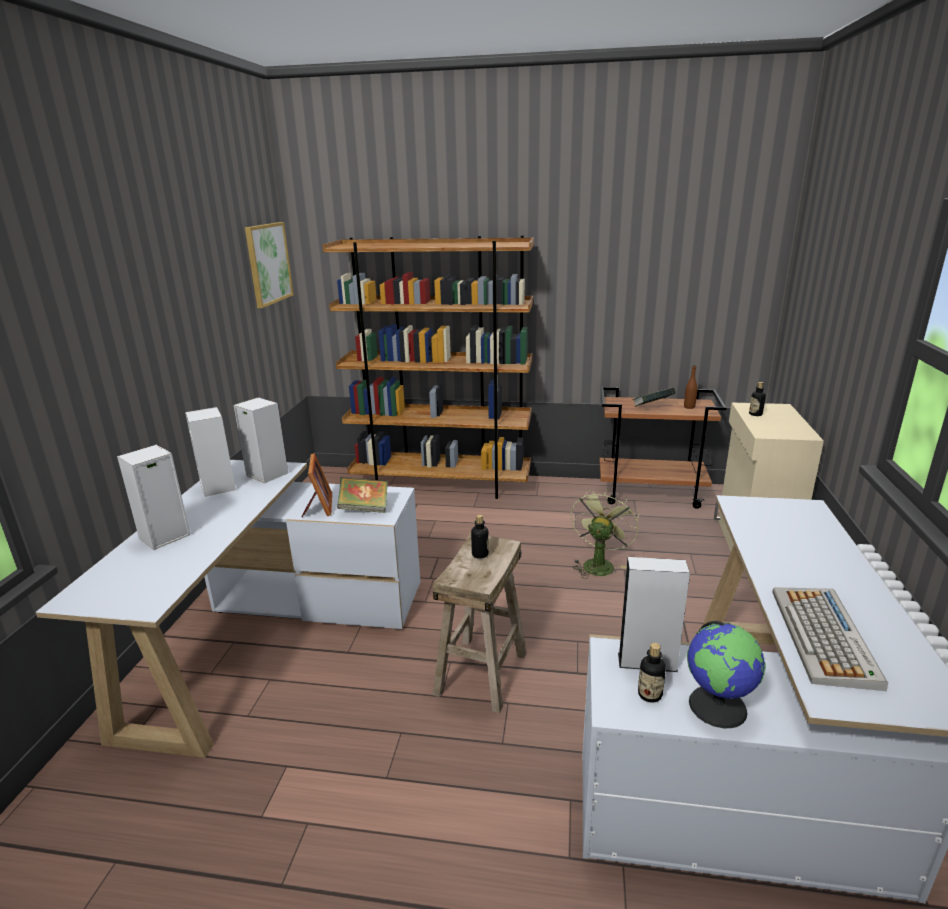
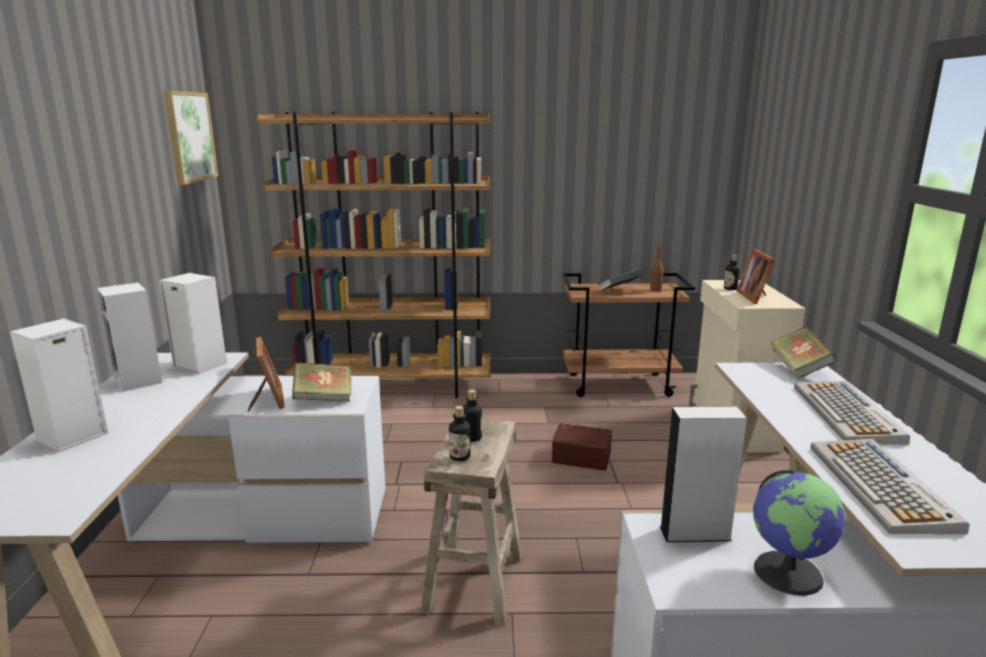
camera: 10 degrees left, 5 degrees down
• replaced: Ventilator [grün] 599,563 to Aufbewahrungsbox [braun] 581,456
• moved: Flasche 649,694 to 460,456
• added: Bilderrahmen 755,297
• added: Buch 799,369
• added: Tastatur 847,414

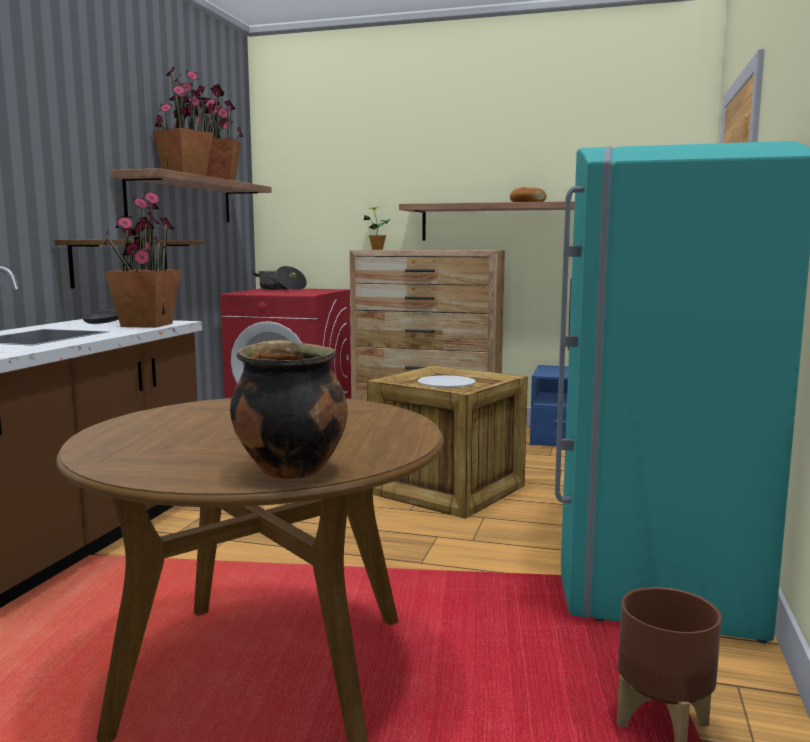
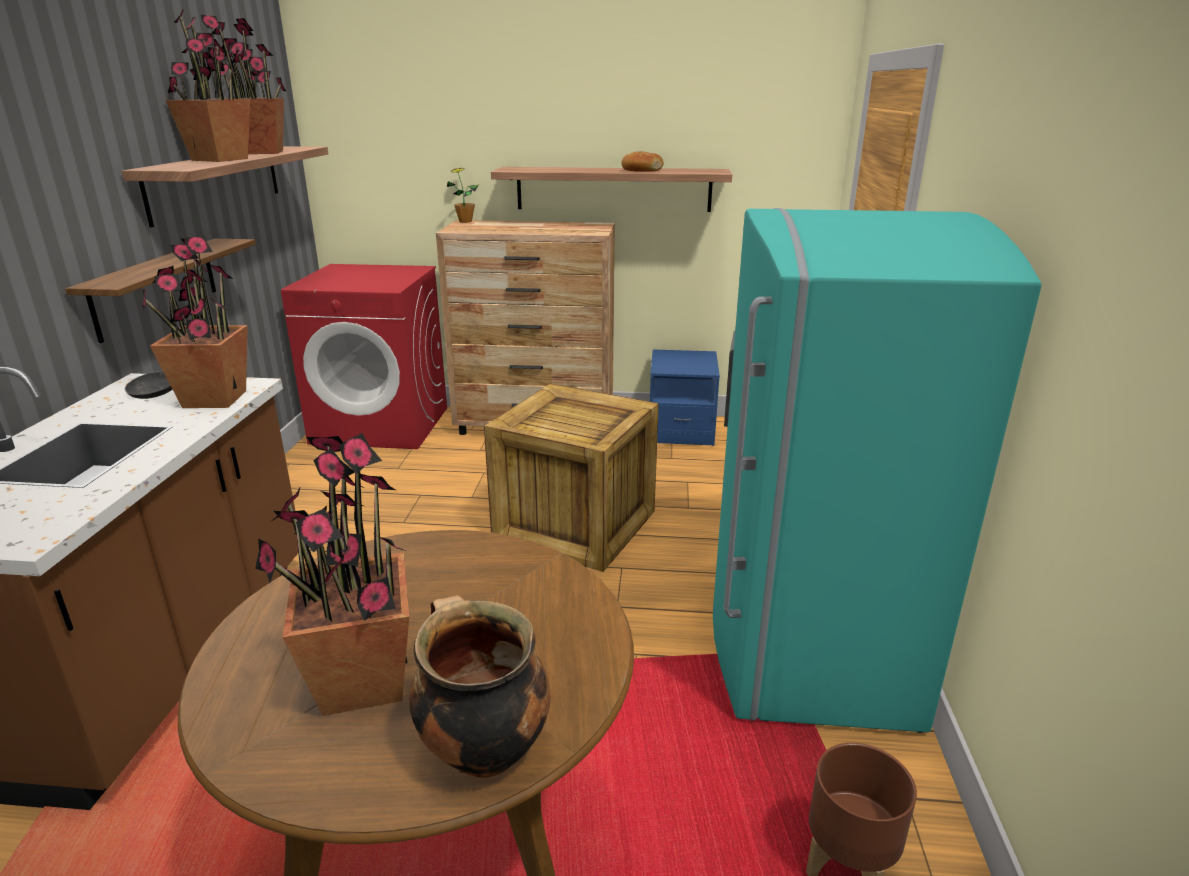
camera: 10 degrees left, 15 degrees up
• removed: Kochtopf 281,289
• removed: Teller [weiß] 446,383
• added: Topfpflanze 361,683

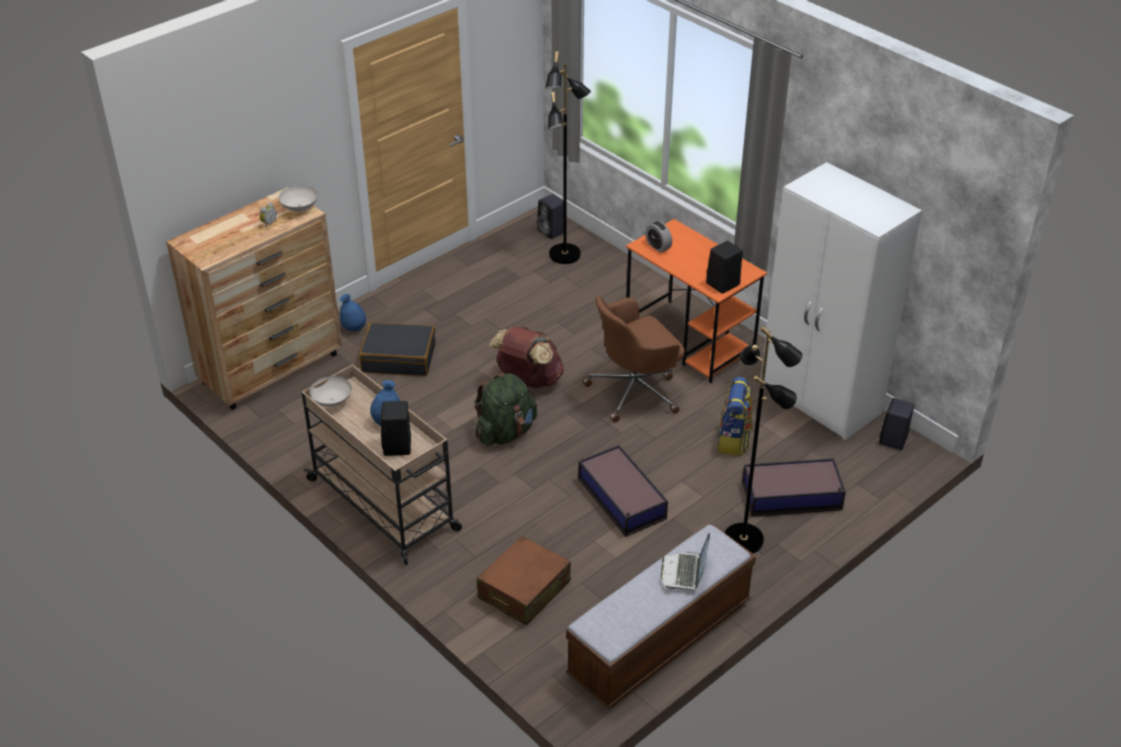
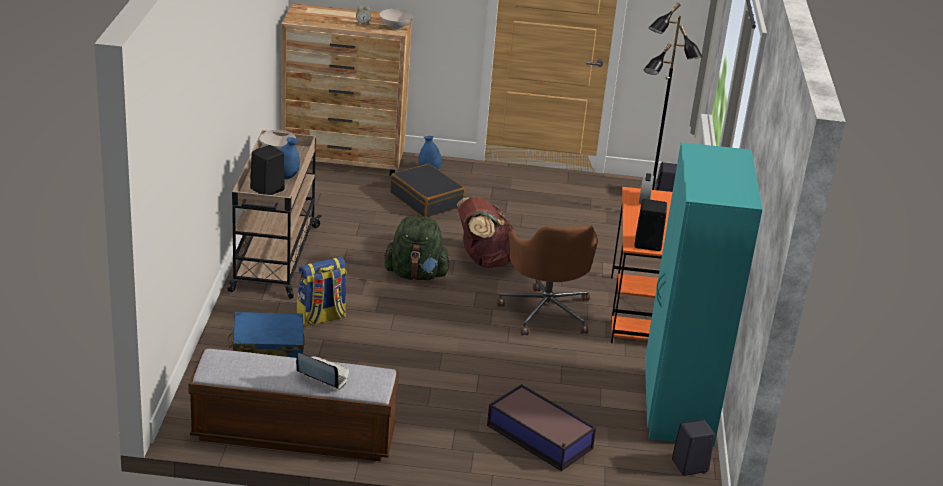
camera: 45 degrees right, 10 degrees down
• recoloured: Kleiderschrank [weiß] 820,401 to Kleiderschrank [türkis] 676,407
• turned: Bürostuhl [braun] 635,391 = 546,311 120 degrees counterclockwise
• removed: Stehlampe [schwarz] 744,539
• moved: Rucksack 733,440 to 321,318
• removed: Aufbewahrungsbox 622,499
• turned: Laptop 684,572 = 323,376 60 degrees clockwise
• recoloured: Koffer [braun] 524,590 to Koffer [blau] 267,351

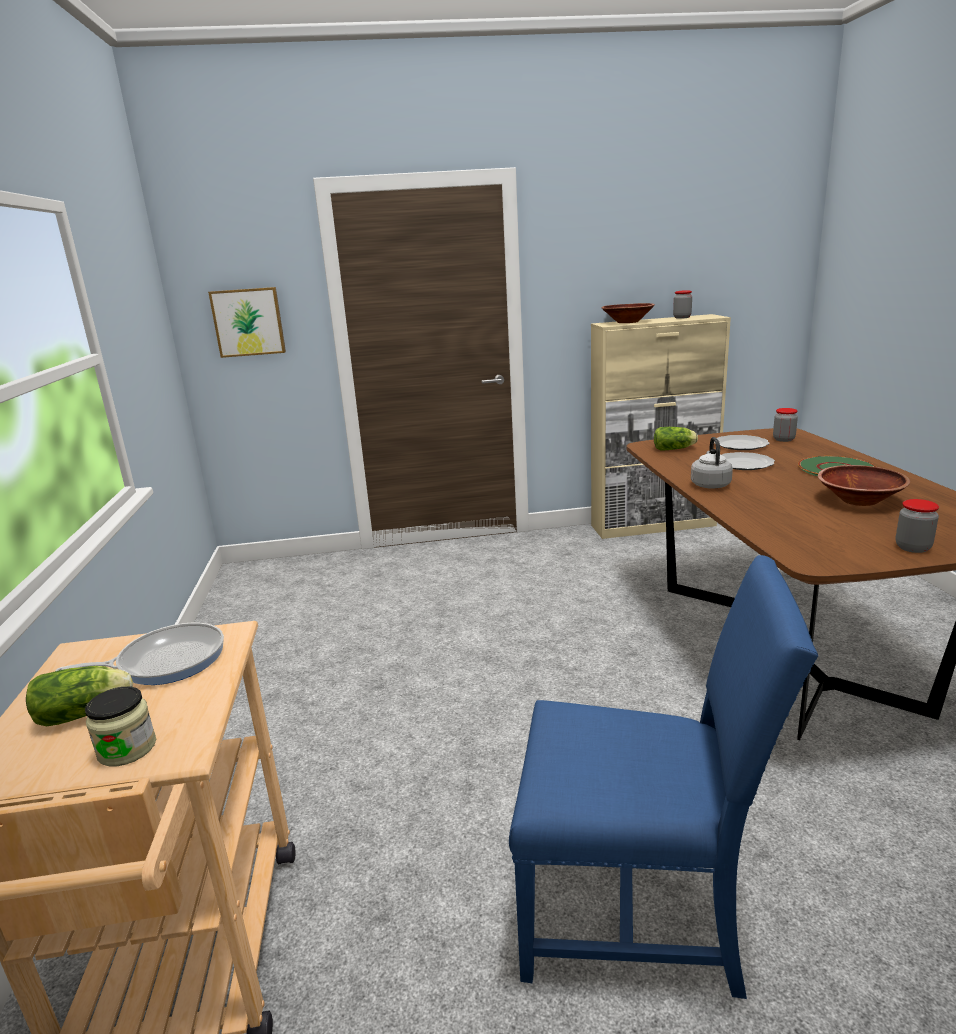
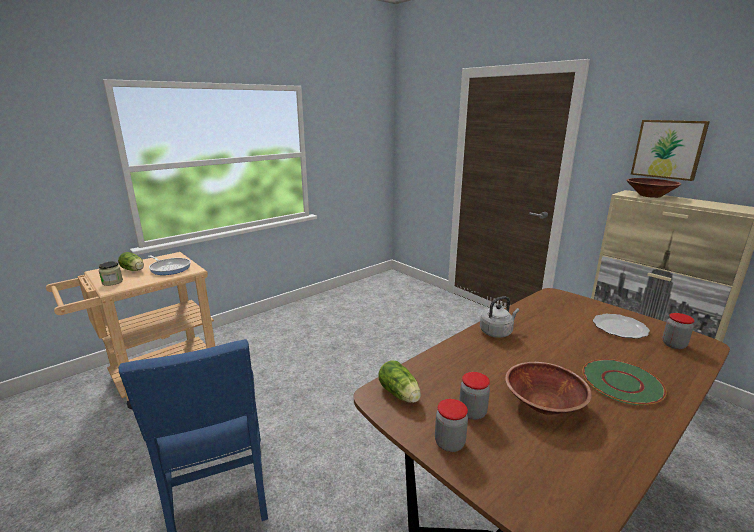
camera: 55 degrees right, 0 degrees up
• moved: Bild 248,322 to 668,149
• moved: Vorratsglas 682,317 to 472,412
• moved: Salatkopf 675,449 to 400,394
• removed: Teller 742,464

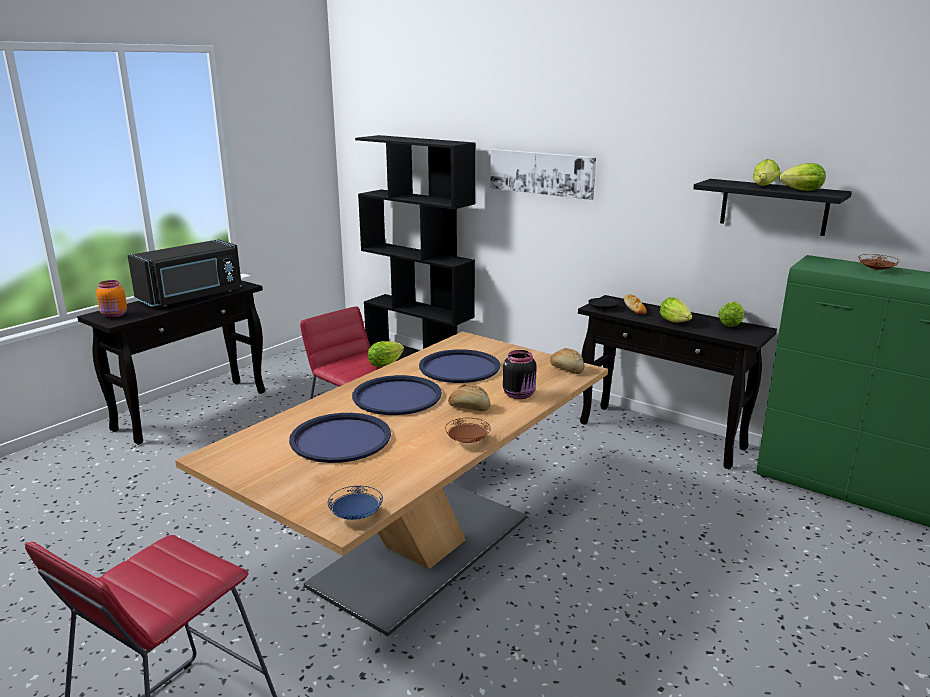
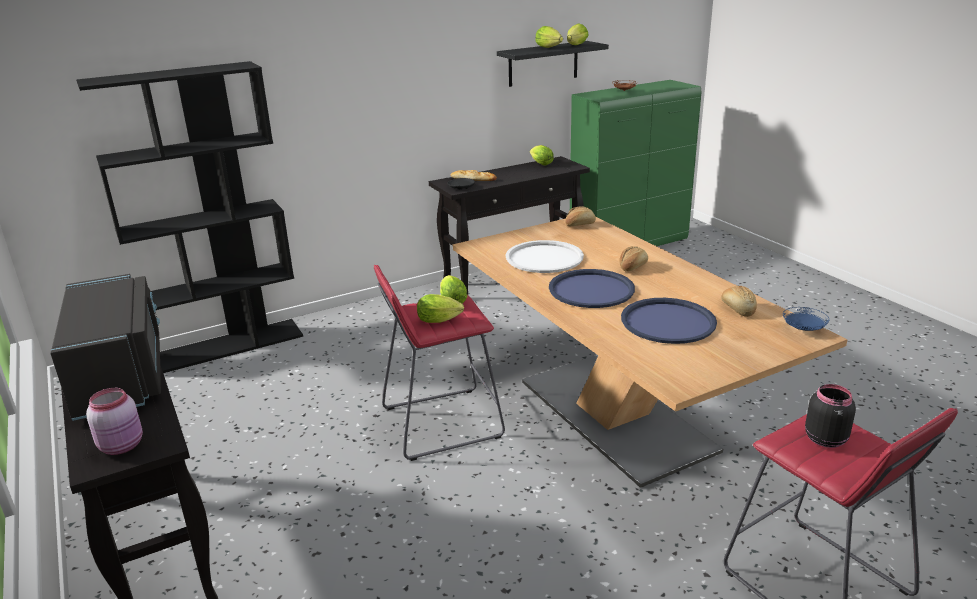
camera: 65 degrees left, 5 degrees up
• removed: Bild 541,173
• recoloured: Vorratsglas [orange] 114,315 to Vorratsglas [rosa] 123,445
• moved: Salatkopf 676,322 to 441,321
• recoloured: Tablett [blau] 459,367 to Tablett [weiß] 544,258
• moved: Vorratsglas [schwarz] 520,395 to 825,438
• removed: Teller [braun] 468,441
• added: Brot 738,309

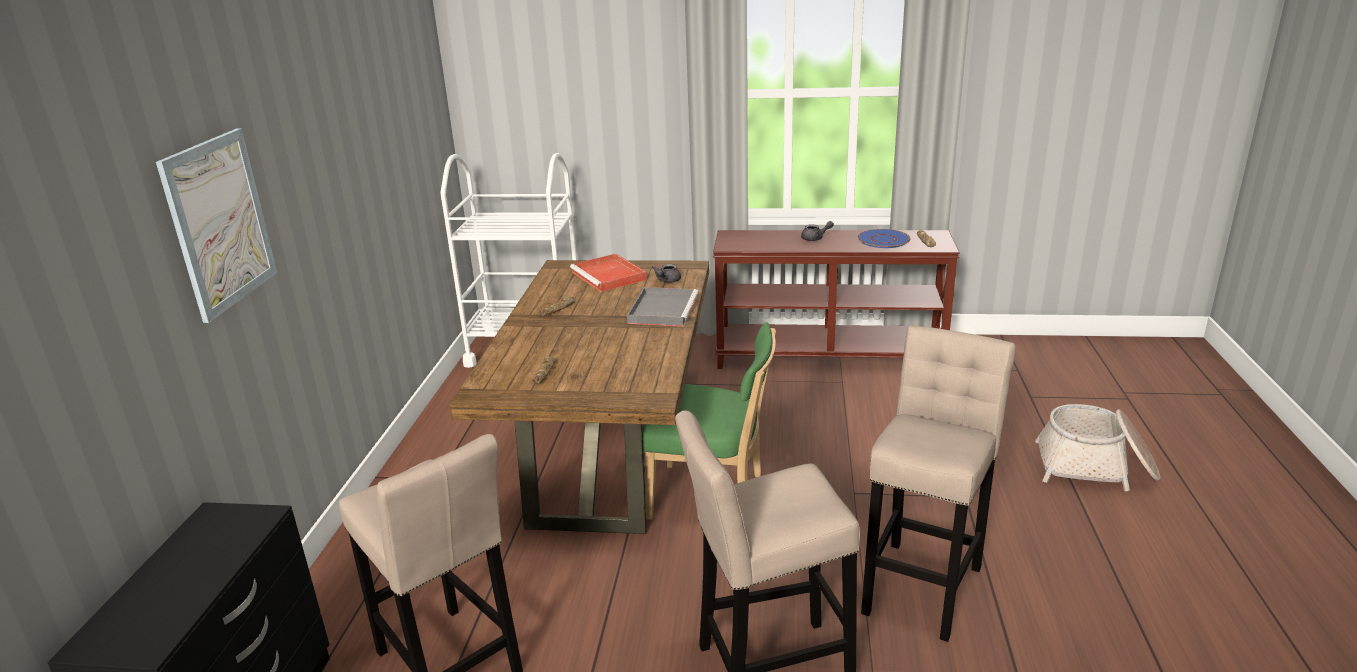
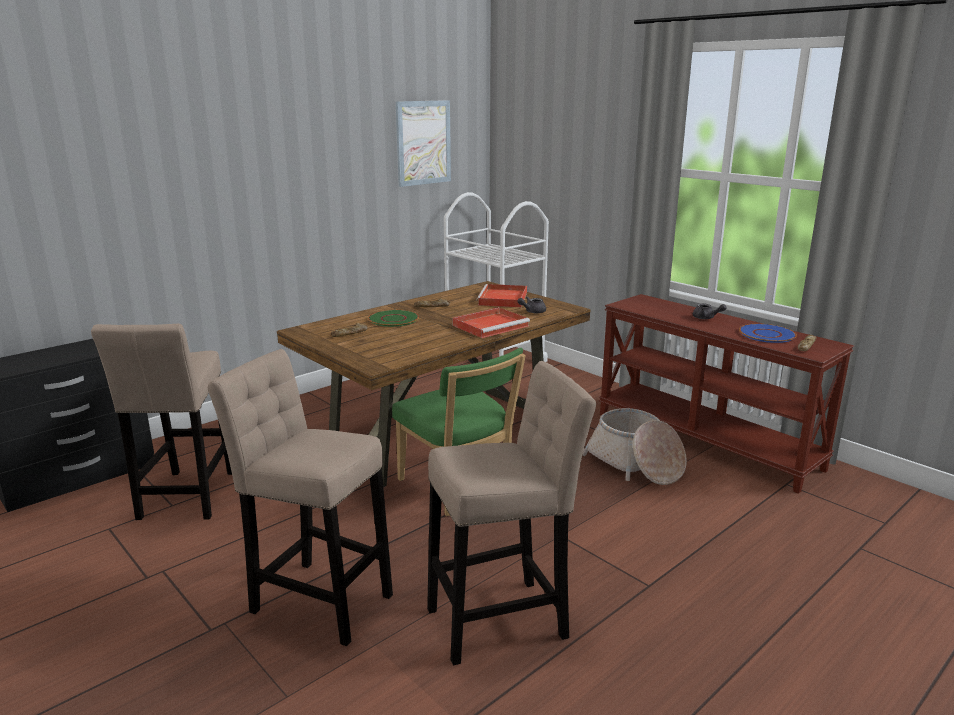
camera: 40 degrees right, 5 degrees down
• moved: Bild 220,223 to 423,143
• recoloured: Tablett [grau] 663,309 to Tablett [rot] 491,325
• moved: Korb 1095,467 to 635,464
• added: Teller [grün] 393,319

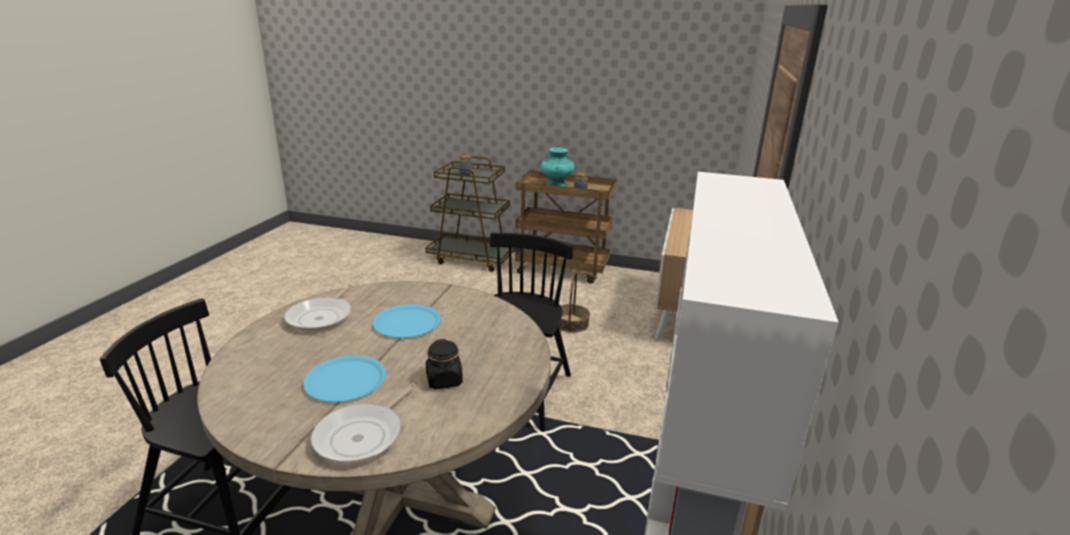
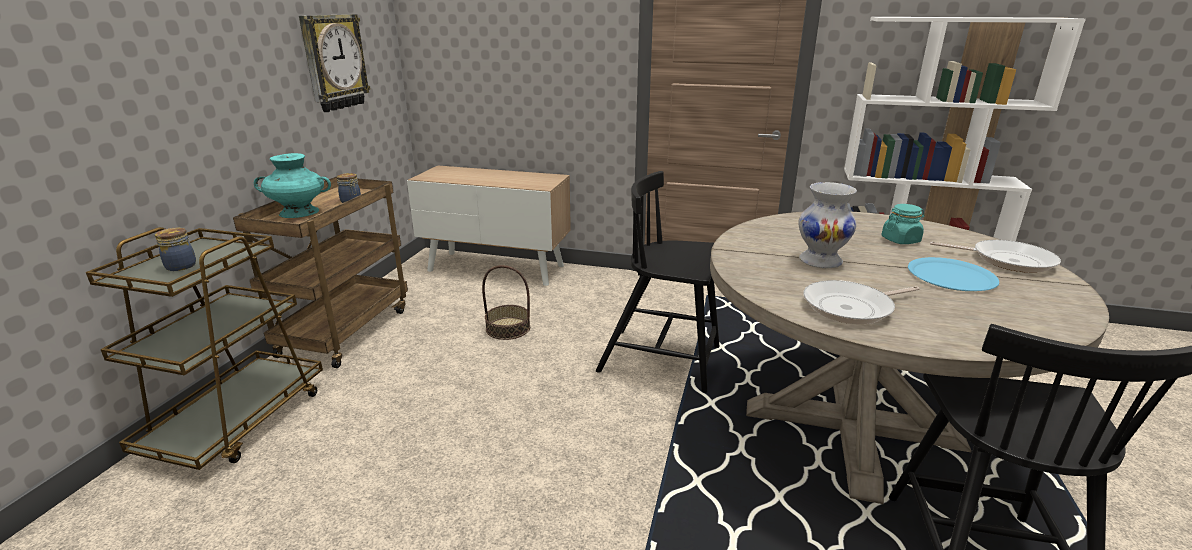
camera: 90 degrees left, 0 degrees up
• turned: Pfanne 322,317 = 851,307 150 degrees clockwise
• replaced: Teller [blau] 407,322 to Vase [weiß] 819,261
• recoloured: Vorratsglas [schwarz] 444,380 to Vorratsglas [türkis] 900,240
• added: Wanduhr 334,62

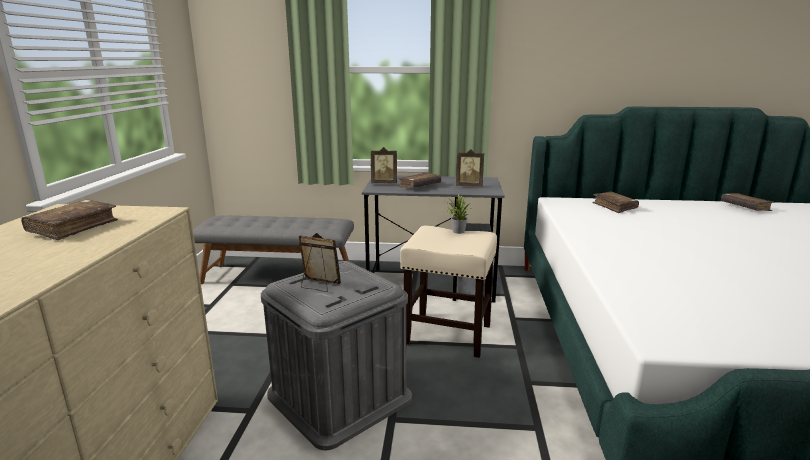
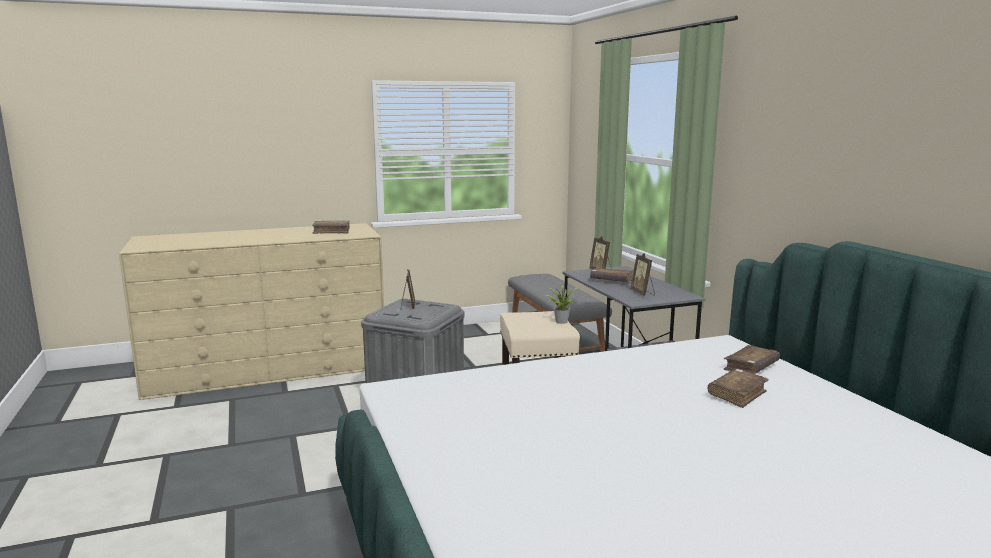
camera: 65 degrees right, 5 degrees down
• moved: Buch [braun] 745,207 to 737,394

